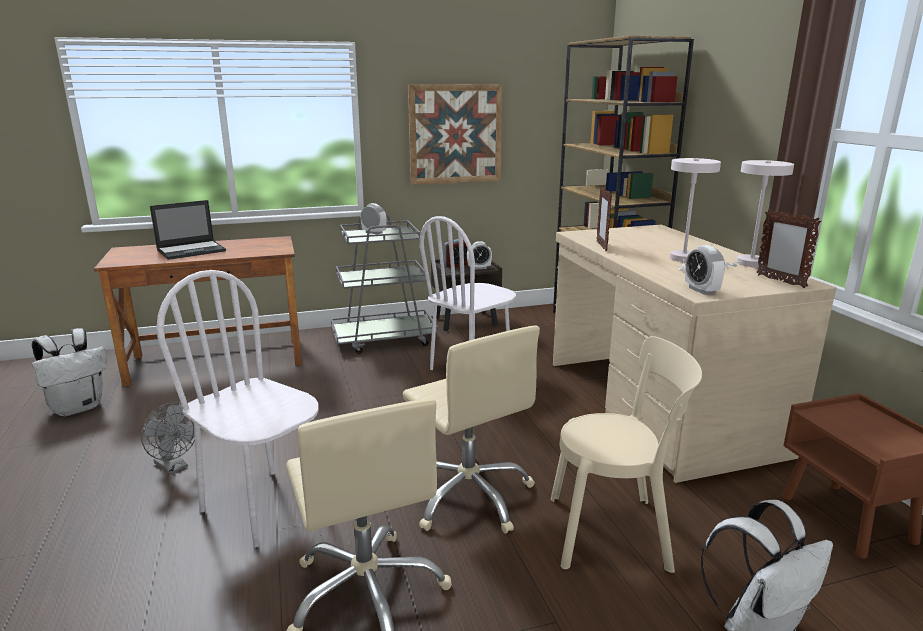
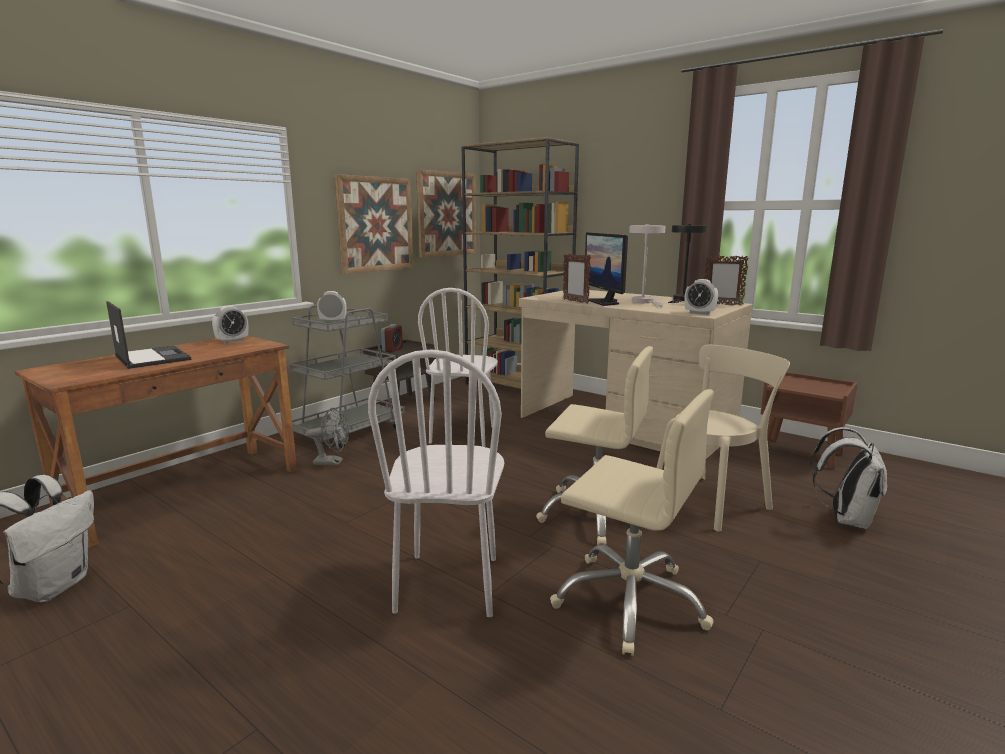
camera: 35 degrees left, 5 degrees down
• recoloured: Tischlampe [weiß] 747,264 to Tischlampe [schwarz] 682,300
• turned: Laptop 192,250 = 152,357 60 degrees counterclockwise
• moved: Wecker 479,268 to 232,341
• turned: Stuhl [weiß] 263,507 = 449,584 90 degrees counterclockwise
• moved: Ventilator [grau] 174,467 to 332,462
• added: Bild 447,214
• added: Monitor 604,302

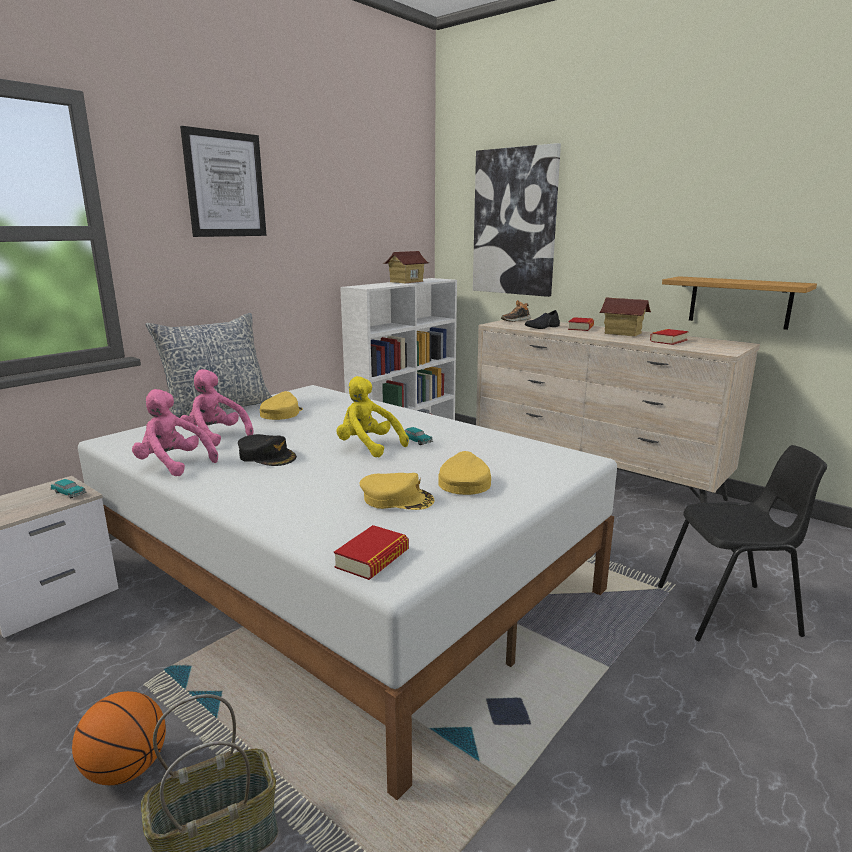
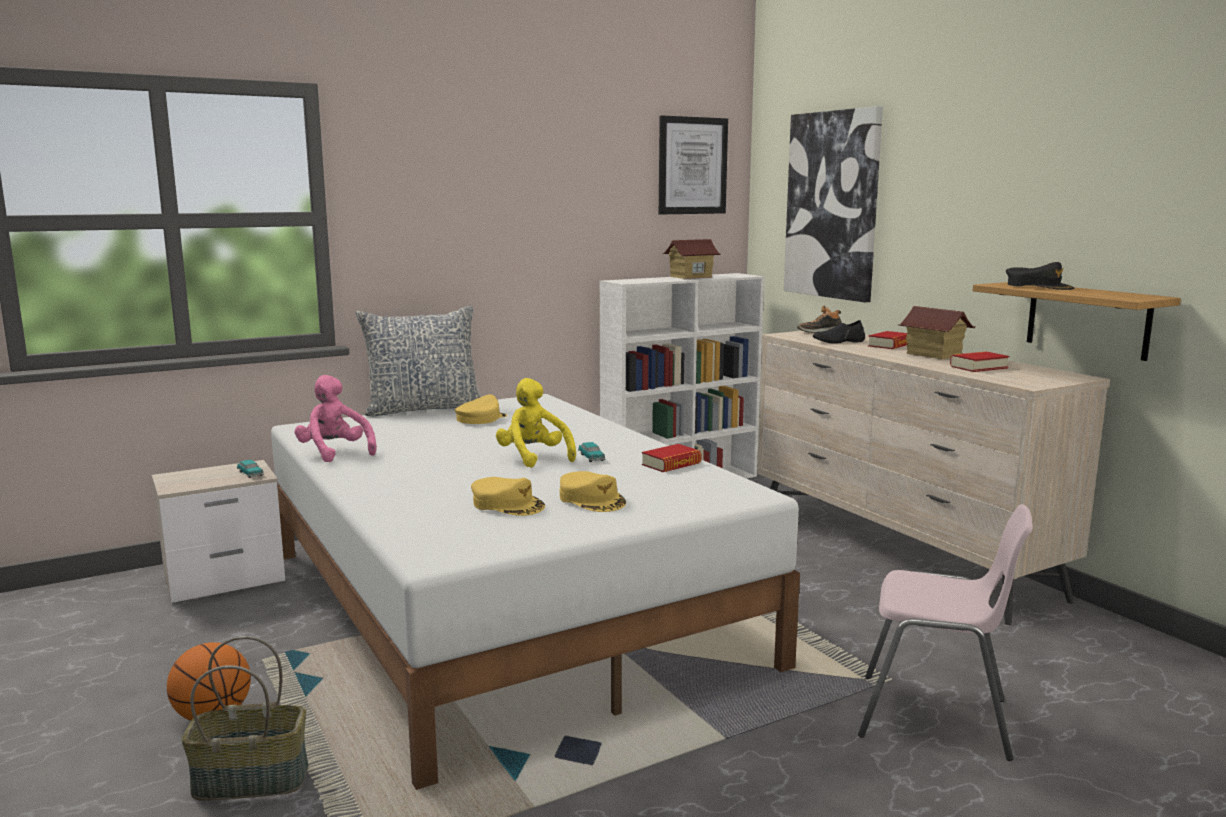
camera: 20 degrees right, 5 degrees down
• moved: Bild 225,185 to 692,166
• removed: Plüschtier [rosa] 215,437
• moved: Kappe [schwarz] 267,456 to 1038,286
• recoloured: Stuhl [schwarz] 729,611 to Stuhl [rosa] 935,718
• turned: Kappe [gelb] 464,482 = 592,499 120 degrees clockwise
• moved: Buch 372,559 to 671,464

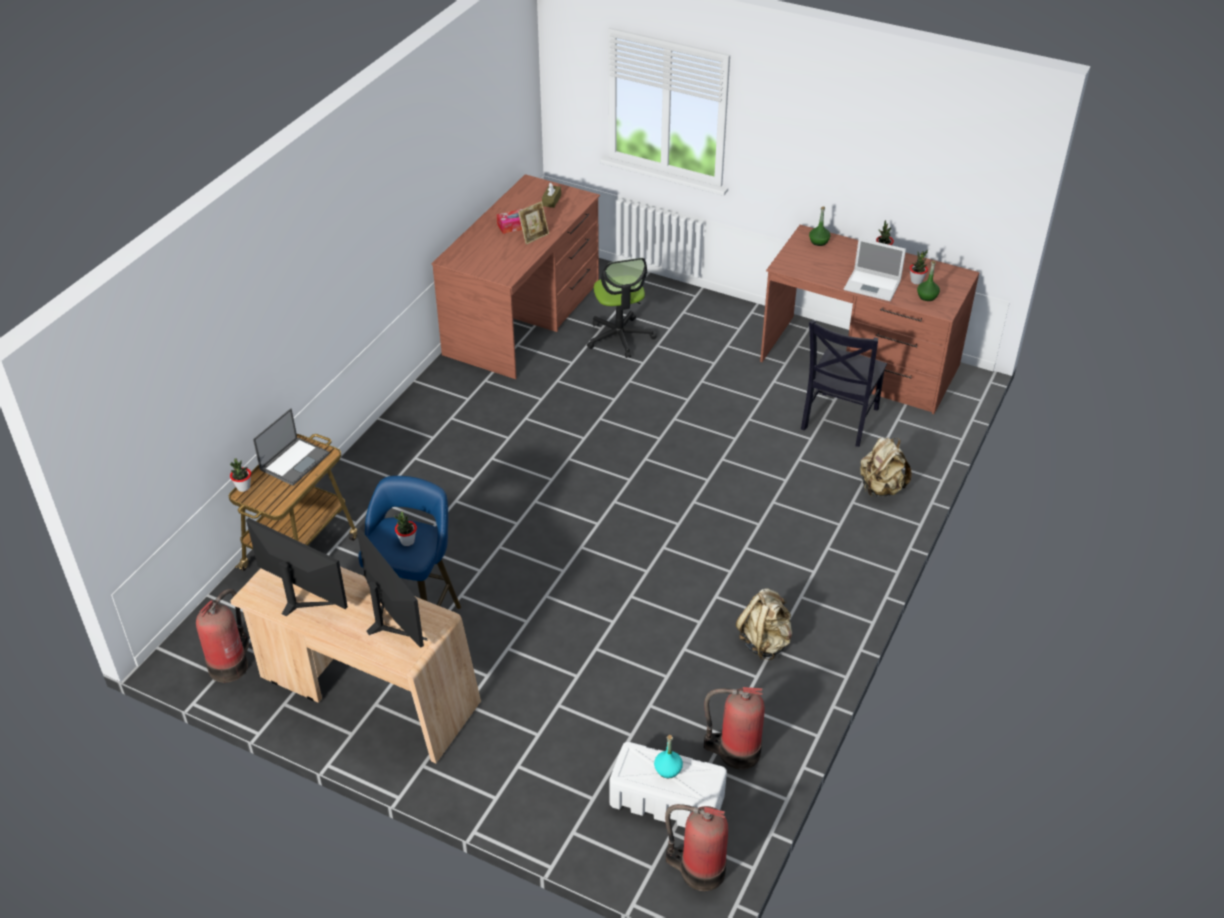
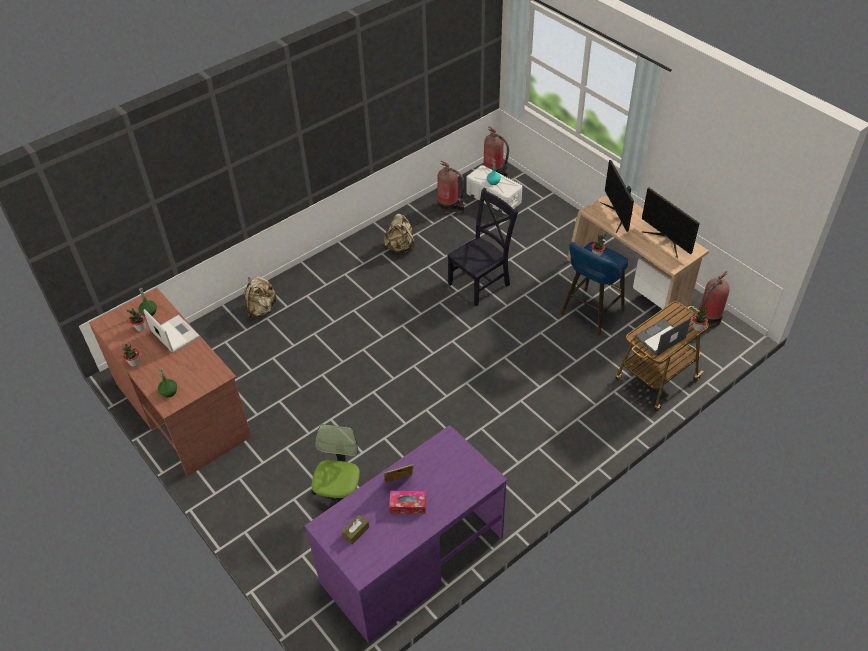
camera: 155 degrees left, 5 degrees up
• recoloured: Schreibtisch [braun] 523,319 to Schreibtisch [lila] 411,559
• moved: Stuhl [schwarz] 838,421 to 481,283

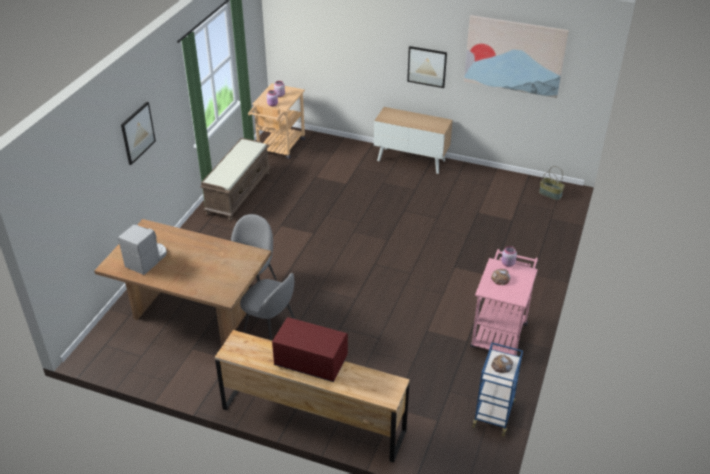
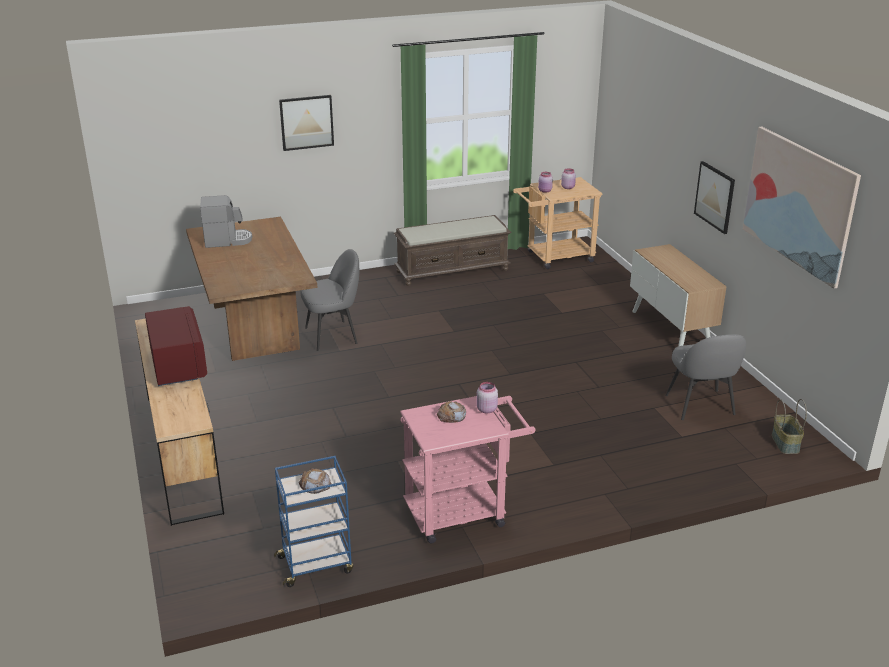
camera: 50 degrees right, 10 degrees down
• moved: Stuhl [grau] 271,328 to 700,406

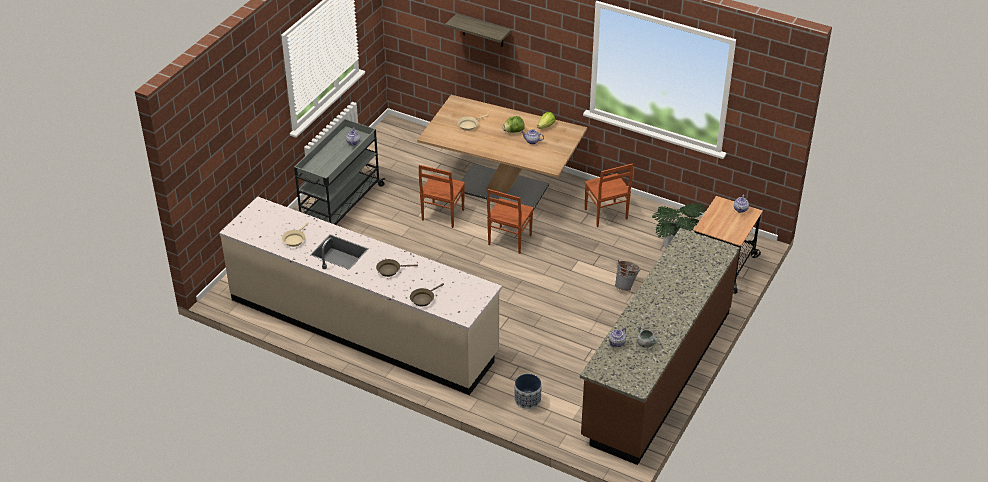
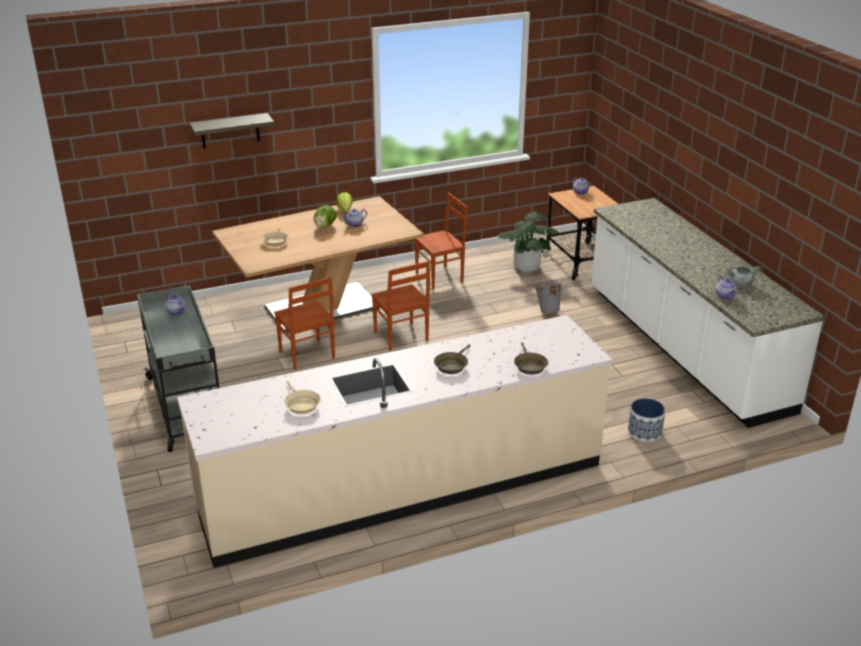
camera: 50 degrees left, 10 degrees down
• turned: Stuhl [braun] 605,214 = 440,277 45 degrees counterclockwise
• recoloured: Küchenzeile [braun] 656,374 to Küchenzeile [weiß] 683,349

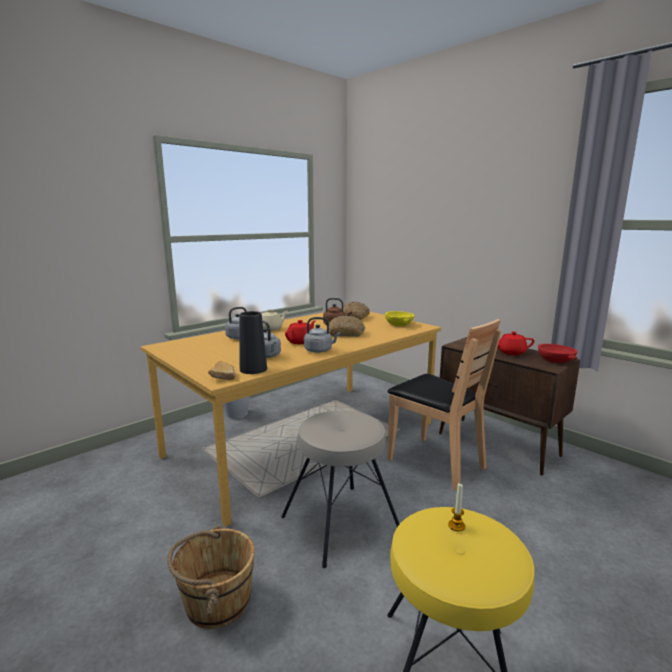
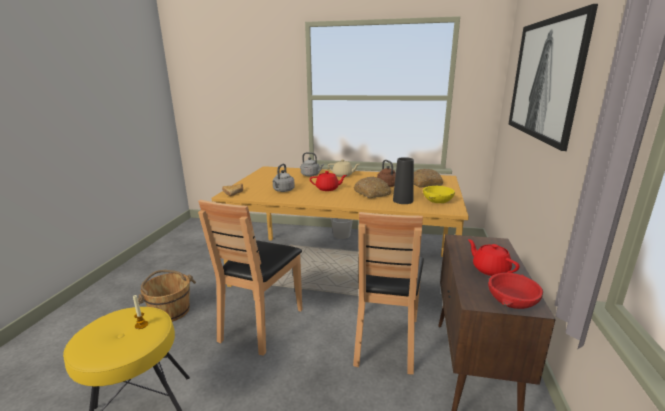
camera: 55 degrees right, 5 degrees up
• moved: Vase [schwarz] 253,369 to 403,200
• removed: Wasserkessel [grau] 319,350
• replaced: Hocker [beige] 341,523 to Stuhl [braun] 261,323
• added: Bild 546,79

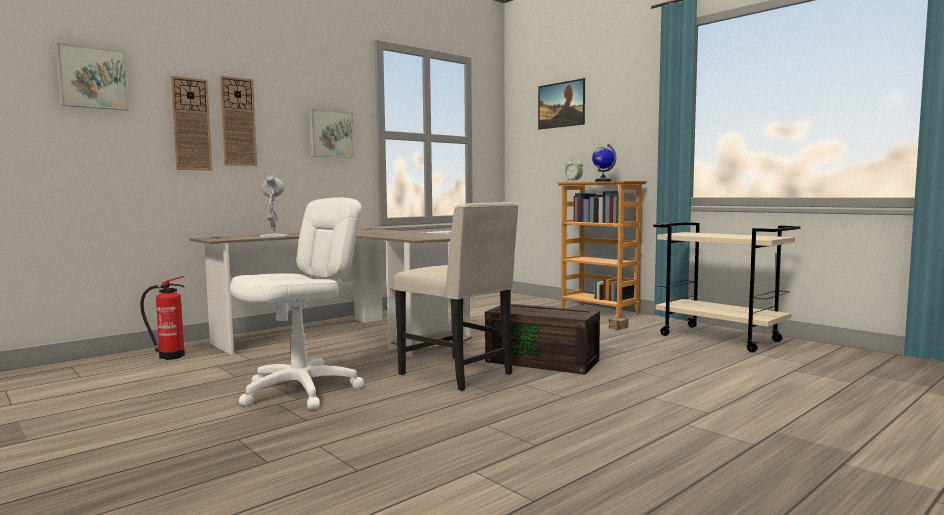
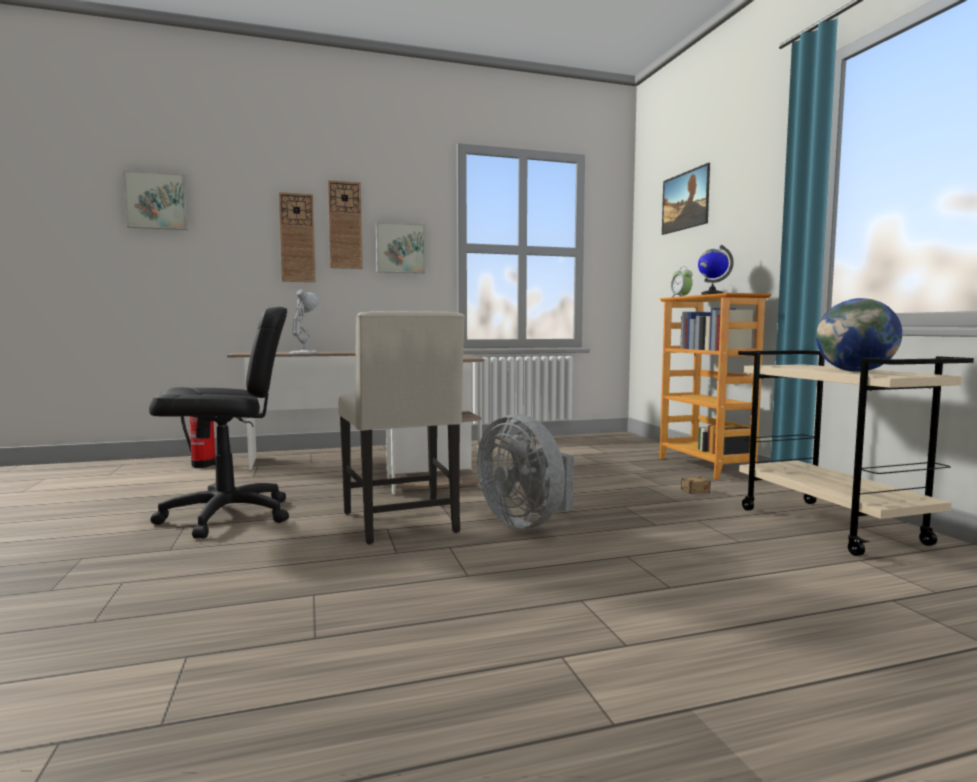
camera: 25 degrees right, 0 degrees up
• moved: Wanduhr 191,124 to 345,225
• recoloured: Bürostuhl [weiß] 301,391 to Bürostuhl [schwarz] 227,516
• replaced: Aufbewahrungsbox [braun] 544,361 to Ventilator [grau] 526,522
• added: Globus 855,371

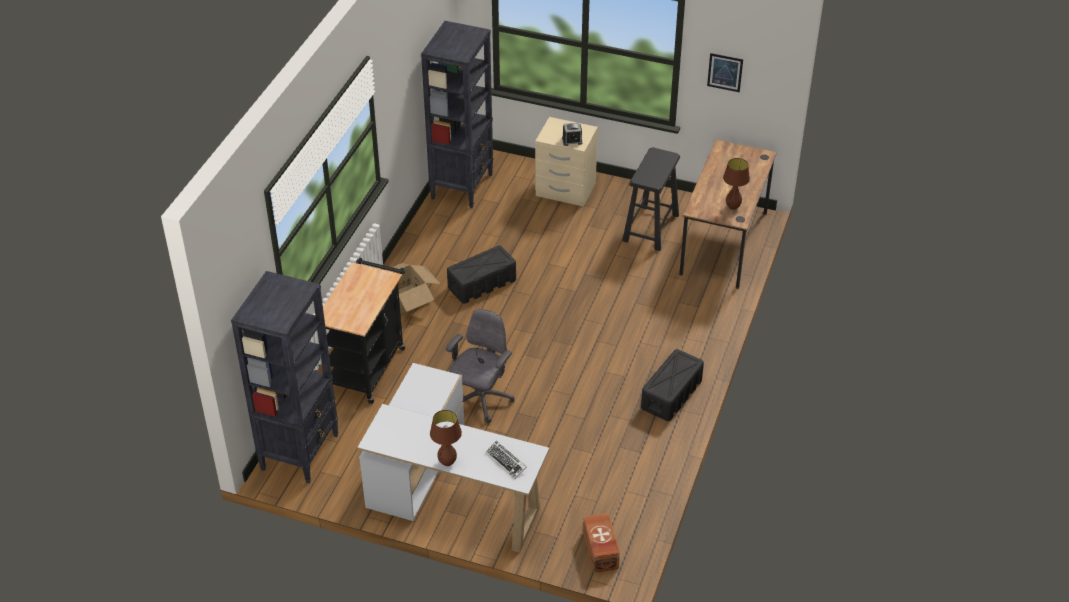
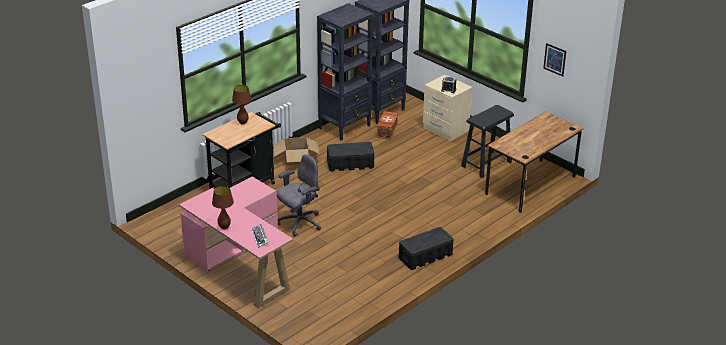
camera: 25 degrees right, 10 degrees down
• moved: Tischlampe [braun] 733,207 to 243,123
• moved: Bücherregal [schwarz] 300,451 to 345,127
• recoloured: Schreibtisch [weiß] 447,490 to Schreibtisch [rosa] 240,263
• moved: Aufbewahrungsbox [braun] 600,551 to 386,131

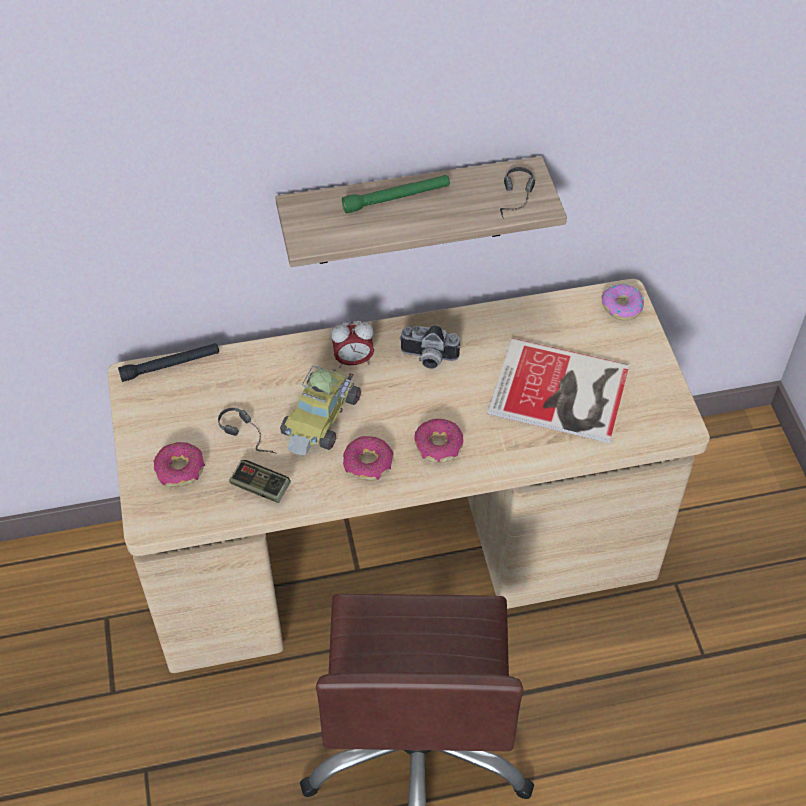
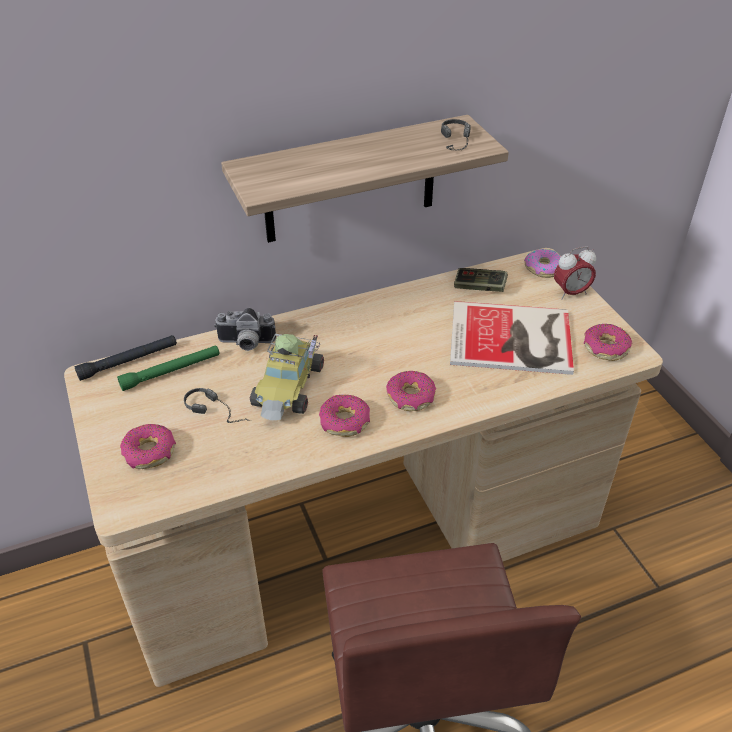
camera: 10 degrees left, 10 degrees down
• moved: Taschenlampe [grün] 396,198 to 171,372
• moved: Wecker 353,361 to 570,293
• moved: Kamera 428,359 to 246,344
• moved: Gamepad 260,487 to 479,287
• added: Donut 605,348

